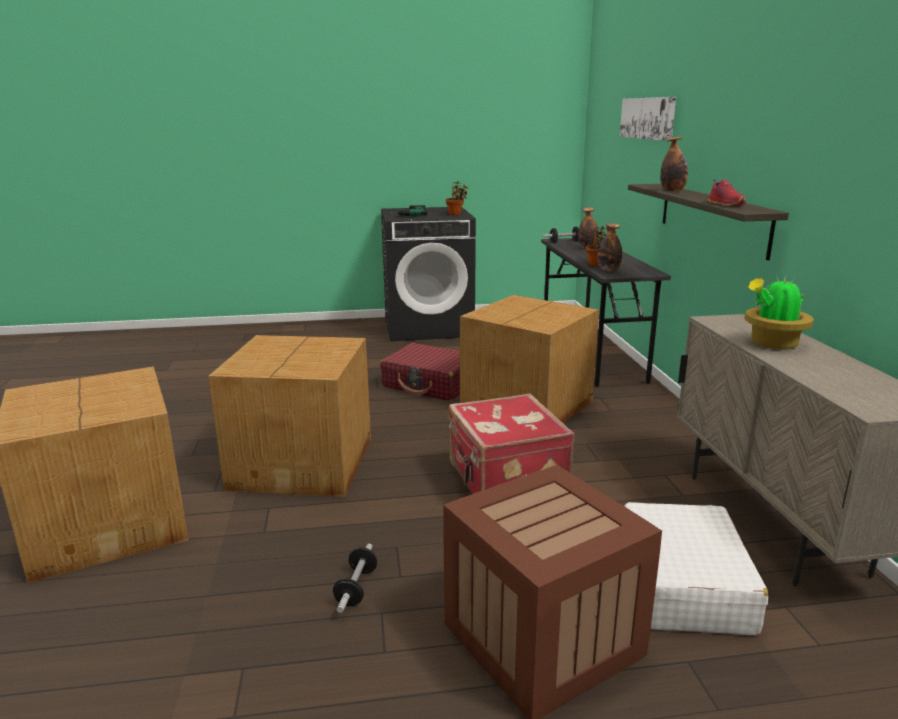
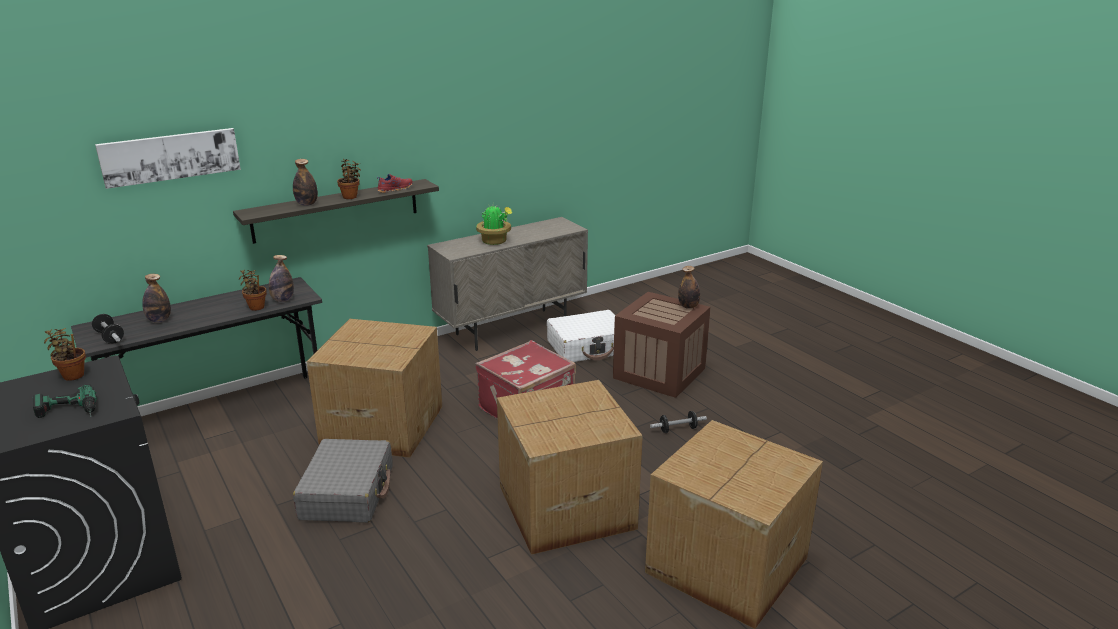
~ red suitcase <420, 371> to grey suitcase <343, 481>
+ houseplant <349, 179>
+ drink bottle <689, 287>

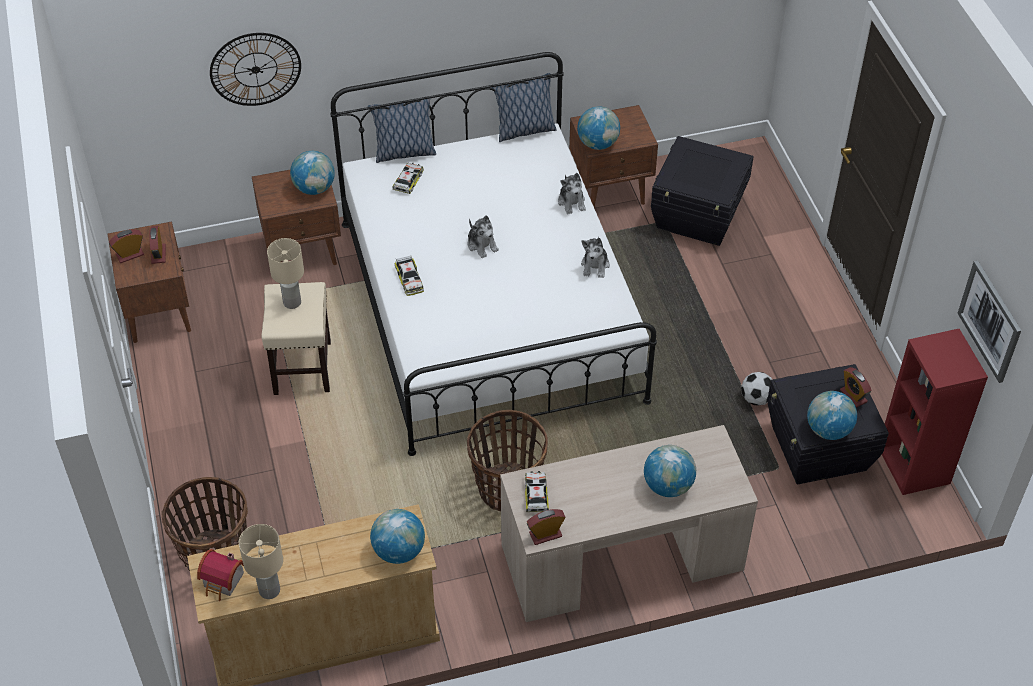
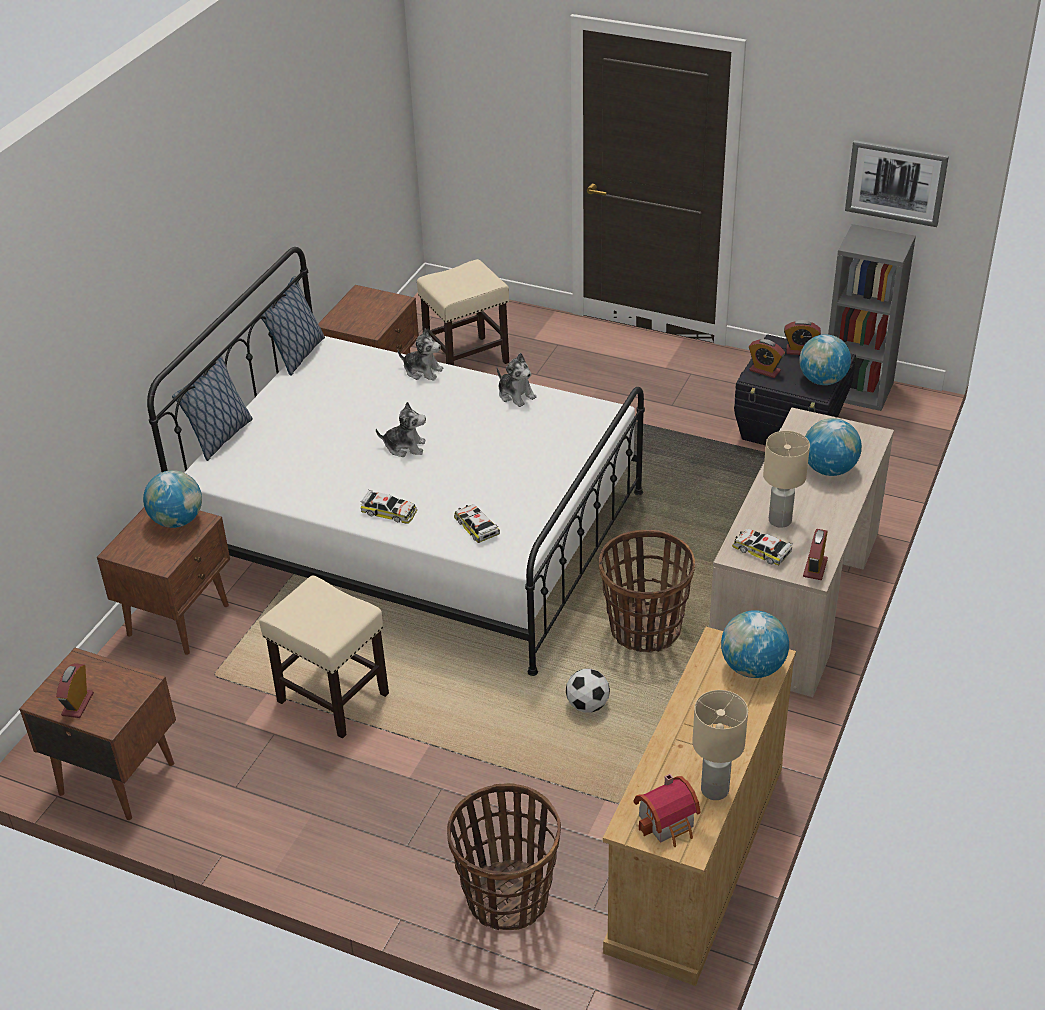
~ table clock <157, 245> to <767, 358>
- clock on the wall <255, 69>
~ sand-coloured lamp for a table <285, 273> to <786, 479>
~ miniature car <408, 178> to <477, 523>
- world globe <598, 128>
~ blackish storage bin <702, 191> to sand-coloured sitting stool <463, 312>
~ football ball <756, 389> to <588, 691>
~ red bookshelf <935, 412> to grey bookshelf <872, 317>

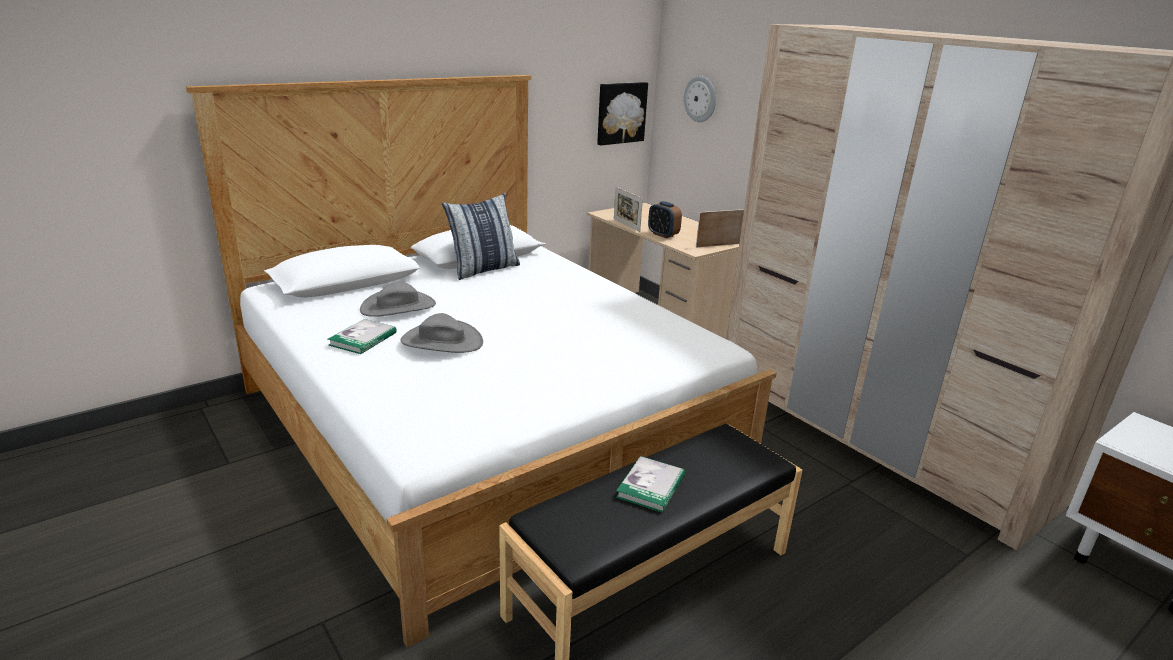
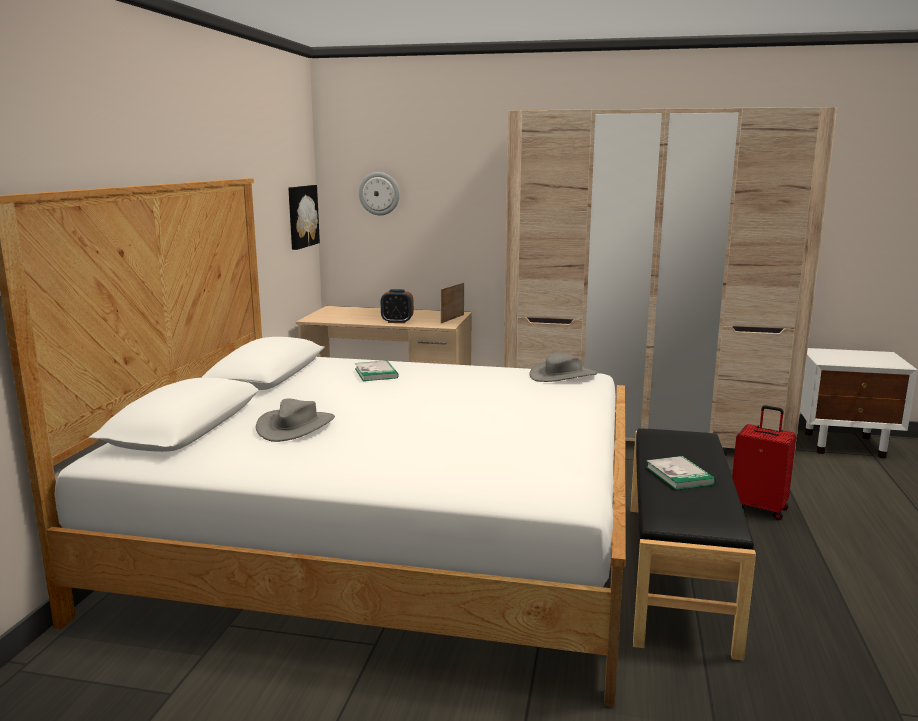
~ volume <362, 336> to <377, 371>
~ grey wearable hat <441, 333> to <563, 367>
- cushion <481, 236>
- picture frame <628, 209>
+ red suitcase <764, 462>

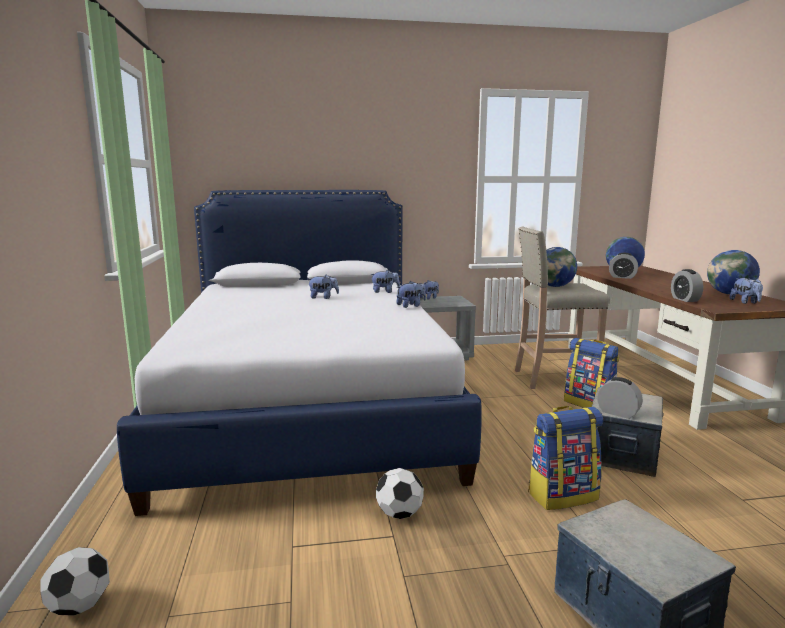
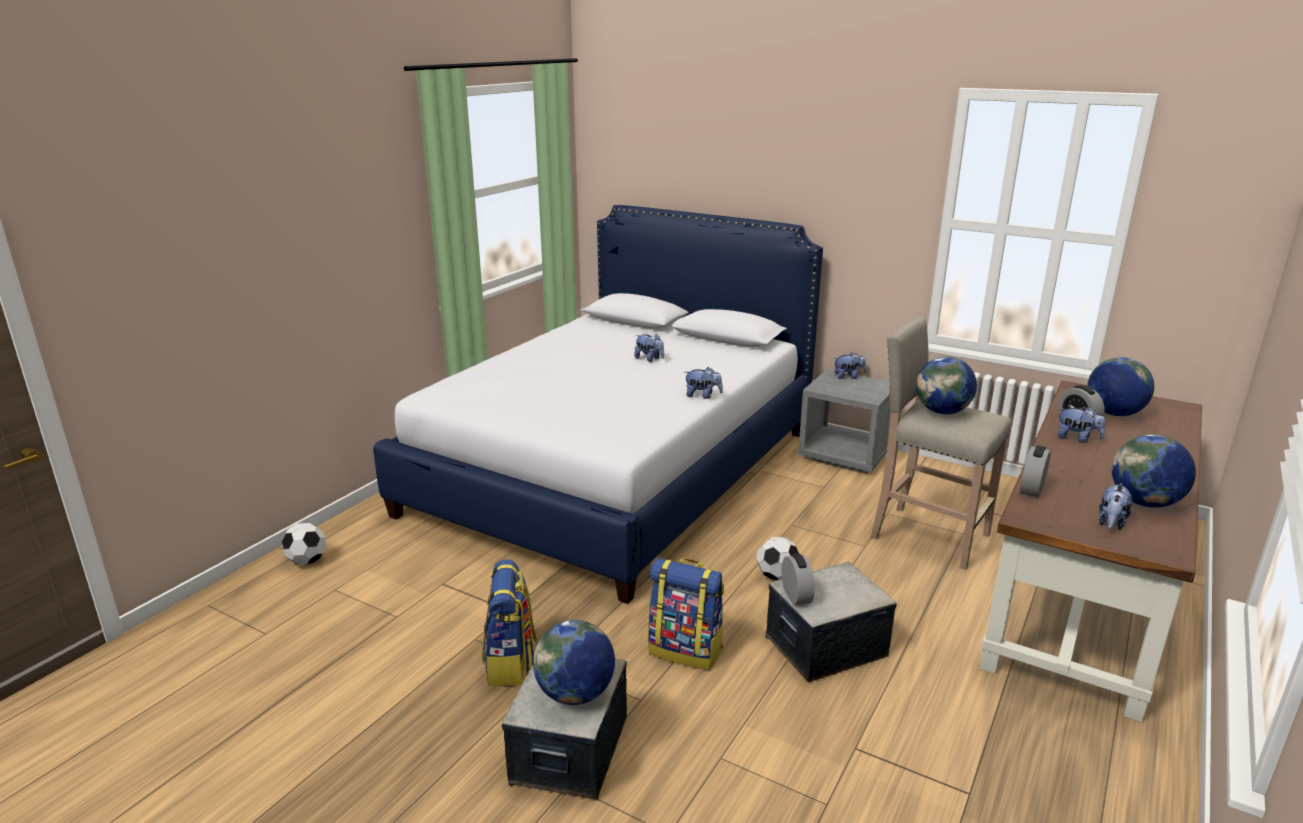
~ soft toy <385, 281> to <1081, 425>
~ football ball <400, 493> to <777, 559>
~ backpack <591, 373> to <509, 622>
+ world globe <574, 662>

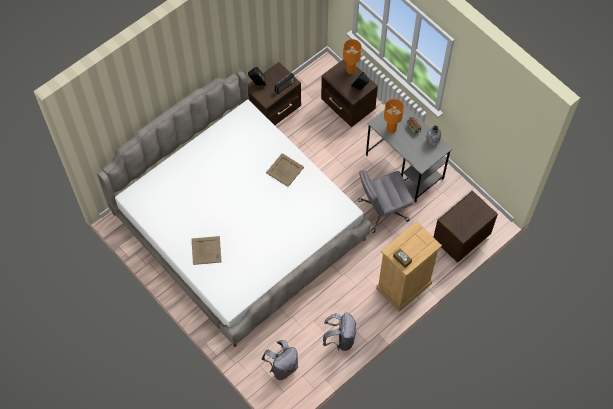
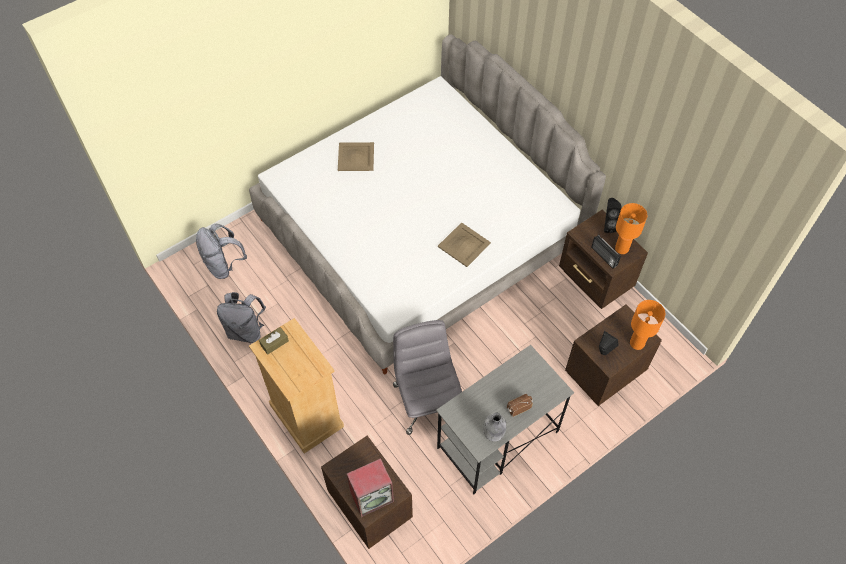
~ orange-coloured lamp for a table <394, 116> to <631, 228>
+ audio speaker <370, 487>

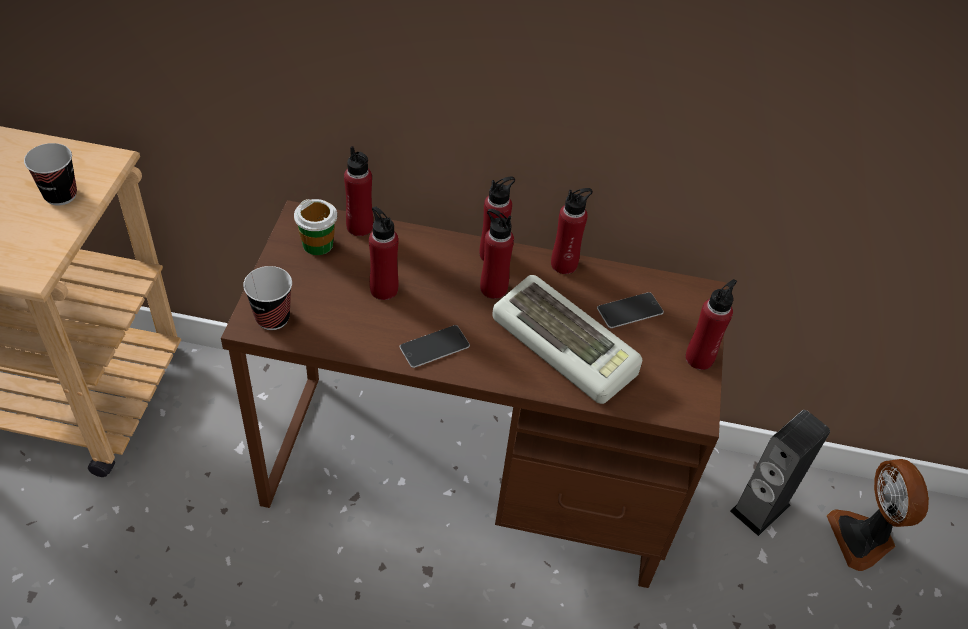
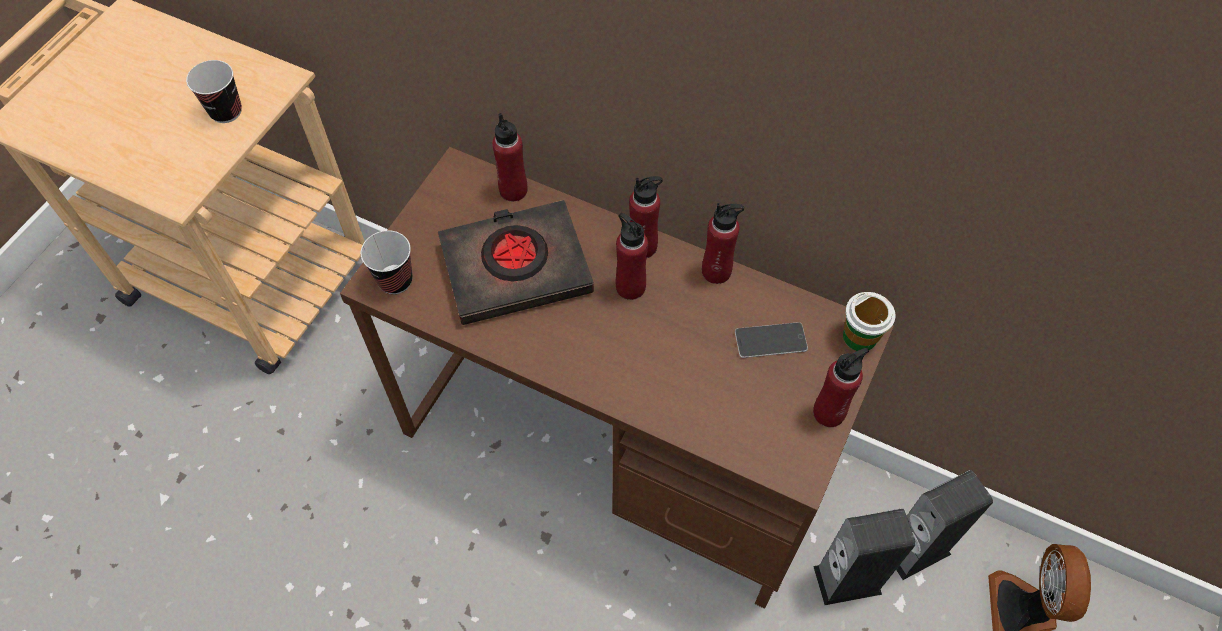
~ drinking cup <315, 227> to <869, 321>
~ red drink bottle <384, 253> to blackish volume <516, 262>
- telephone <435, 346>
- computer keyboard <567, 339>
+ audio speaker <864, 556>

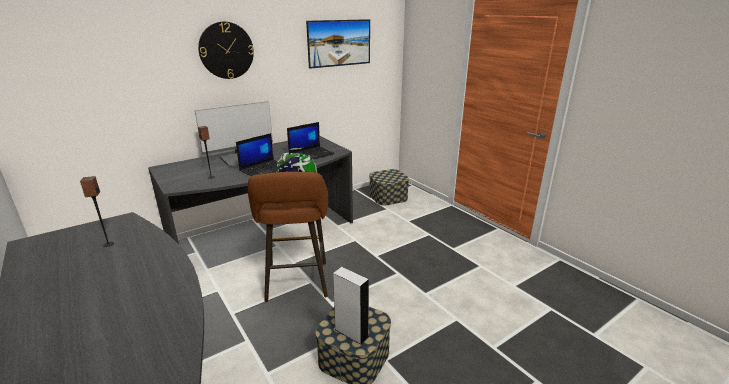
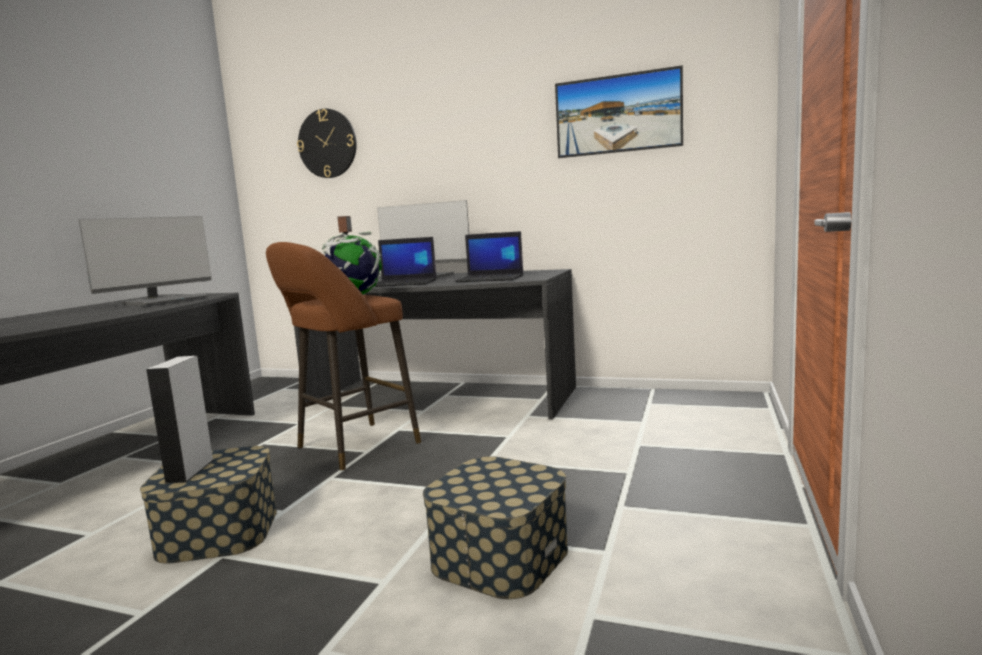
~ audio speaker <97, 211> to computer display <145, 261>
~ clock on the wall <226, 50> to <327, 143>
~ storage bin <389, 187> to <495, 527>

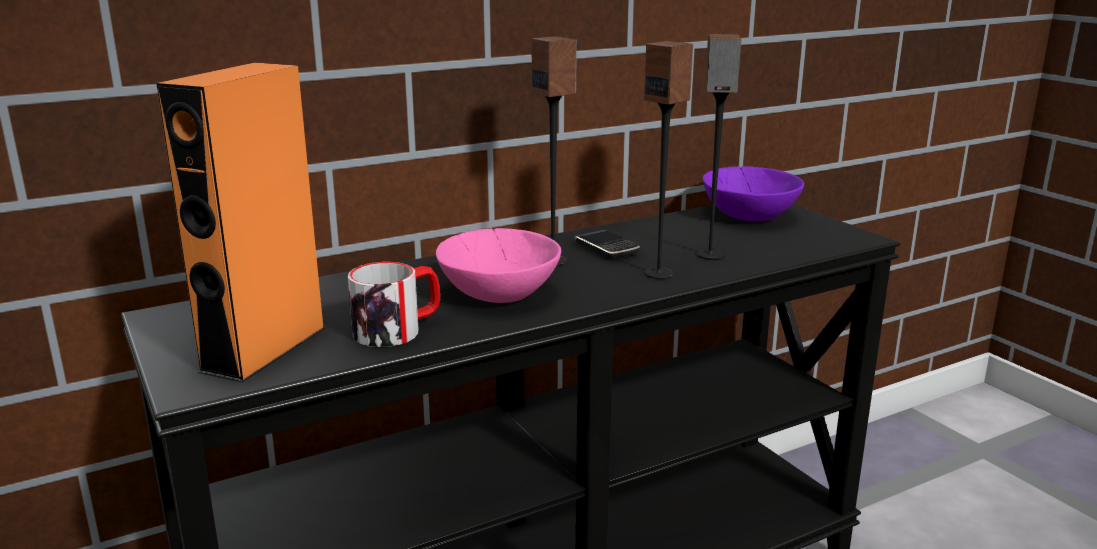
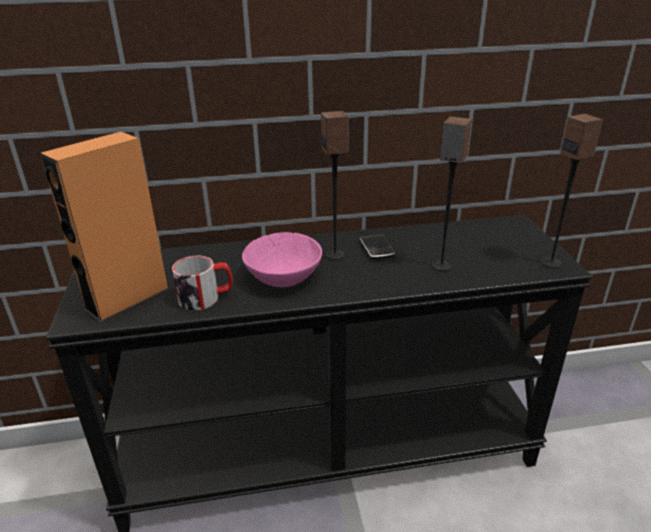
~ audio speaker <668, 160> to <572, 191>
- purple-coloured serving bowl <753, 194>

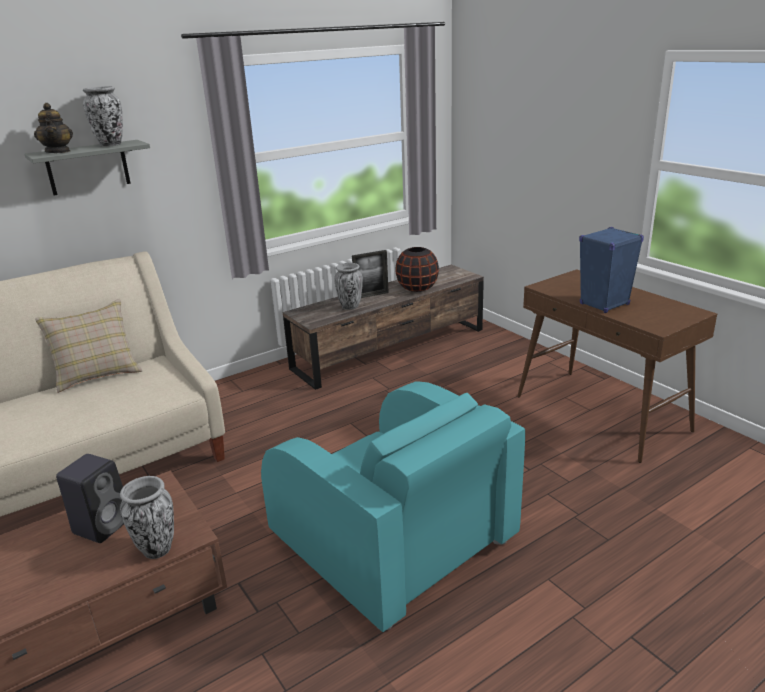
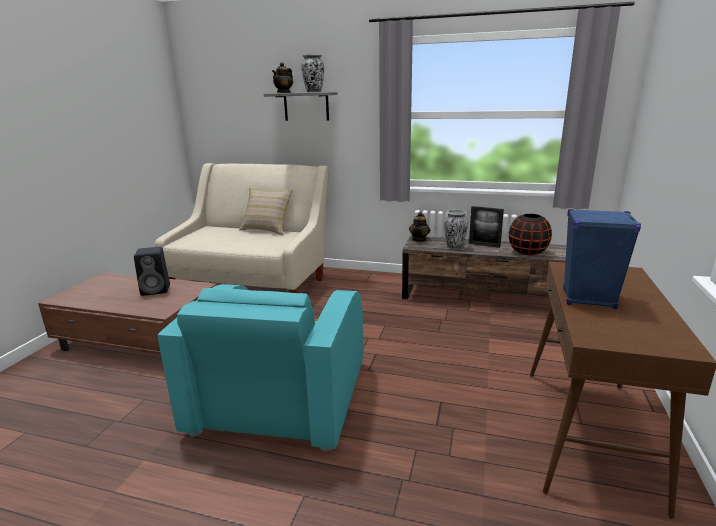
- flower vase <147, 517>
+ teapot <419, 227>

